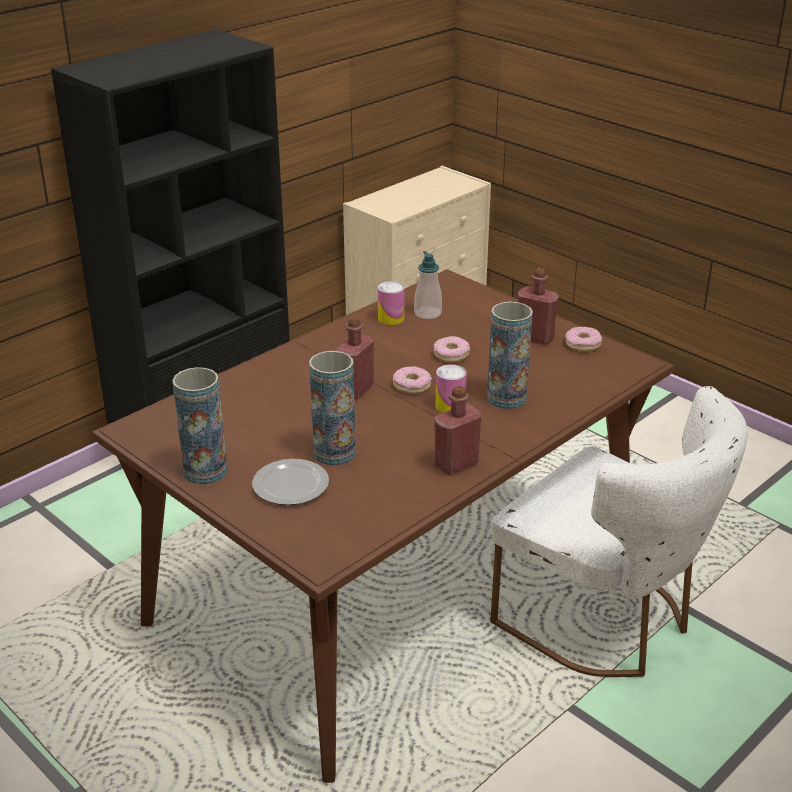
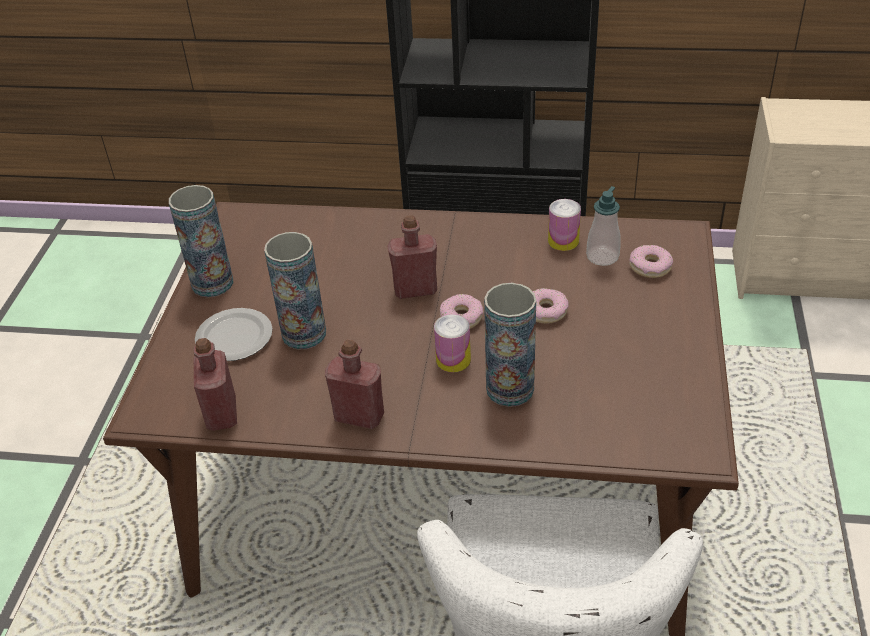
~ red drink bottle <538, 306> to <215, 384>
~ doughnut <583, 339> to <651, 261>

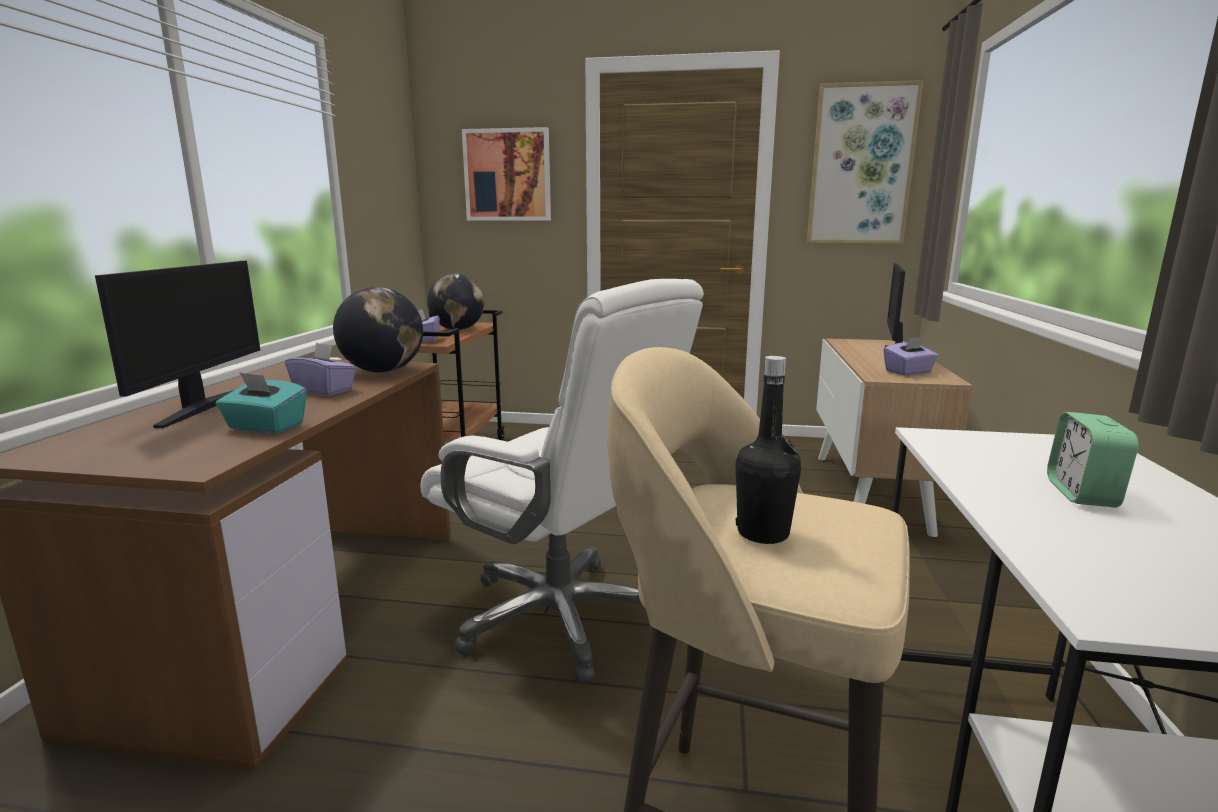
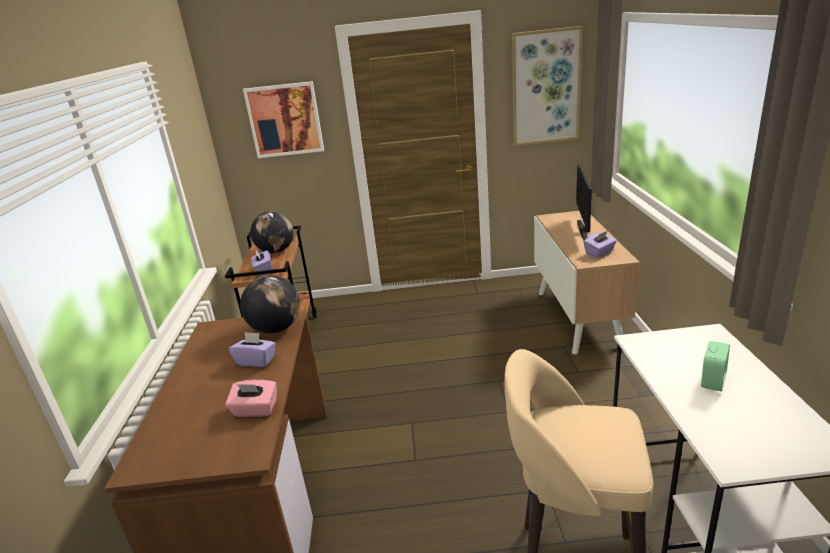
- computer display <177, 344>
~ turquoise tissue box <261, 403> to pink tissue box <251, 398>
- white desk chair <562, 482>
- blackish drink bottle <768, 450>
~ table clock <1093, 460> = <715, 366> 150 degrees counterclockwise

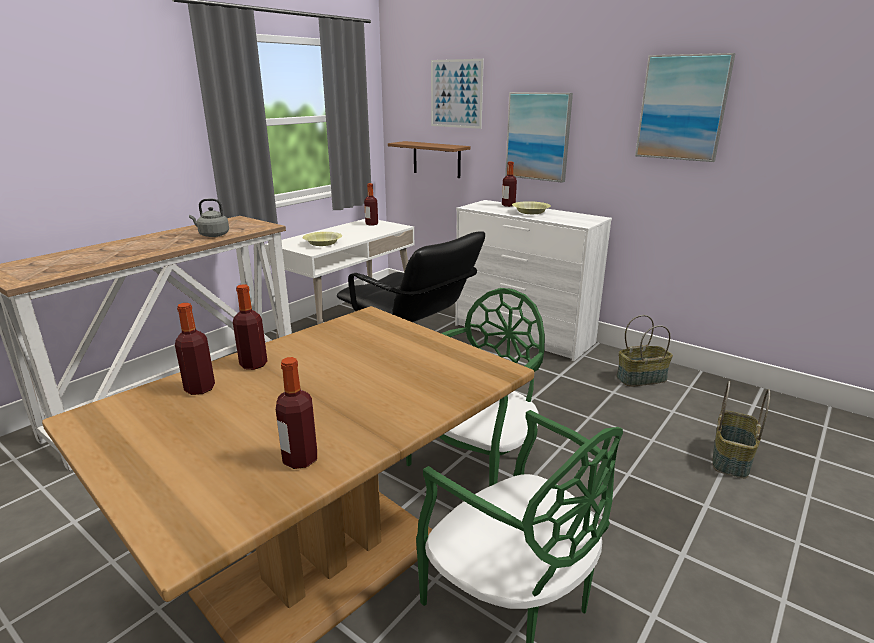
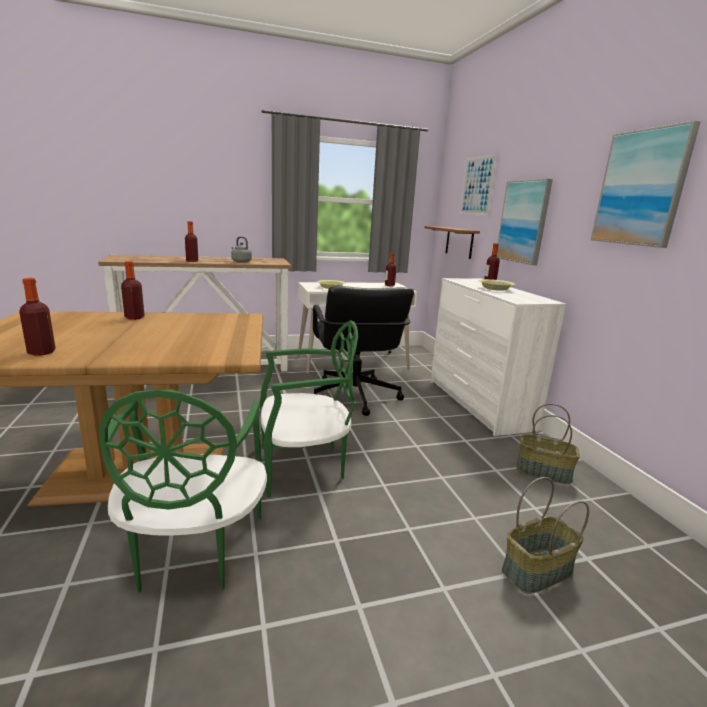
~ drink bottle <195, 349> to <191, 241>

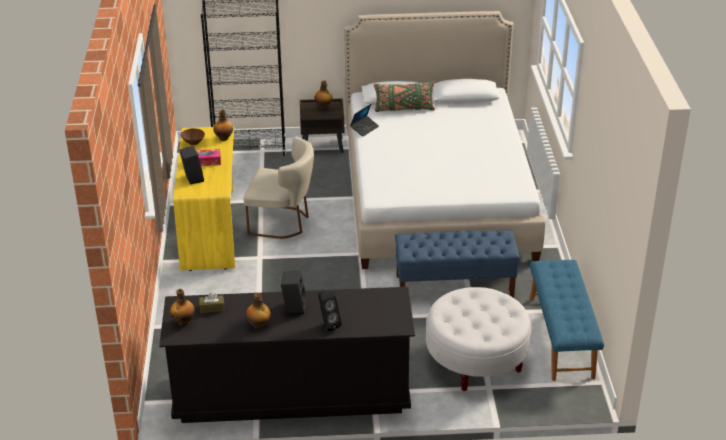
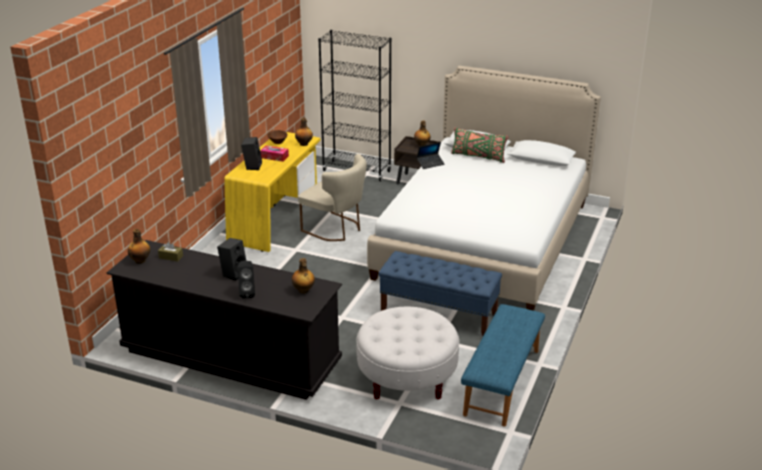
~ drink bottle <258, 311> to <303, 276>

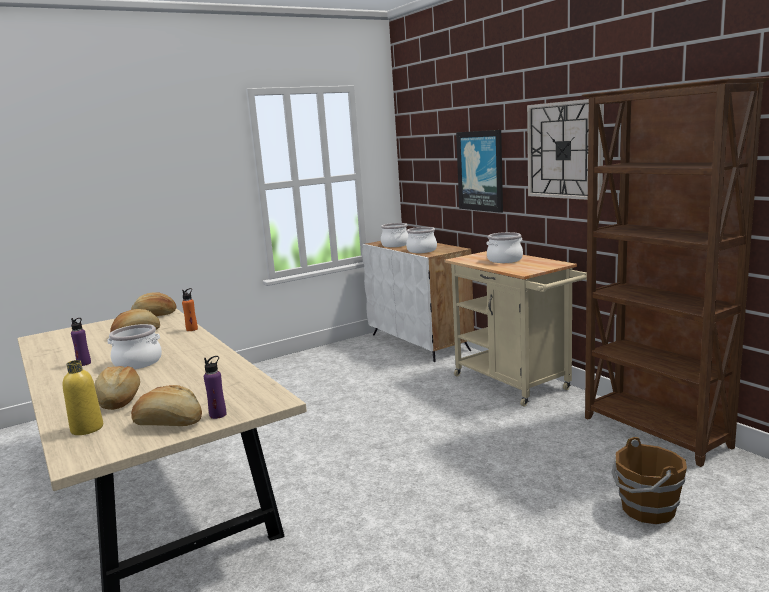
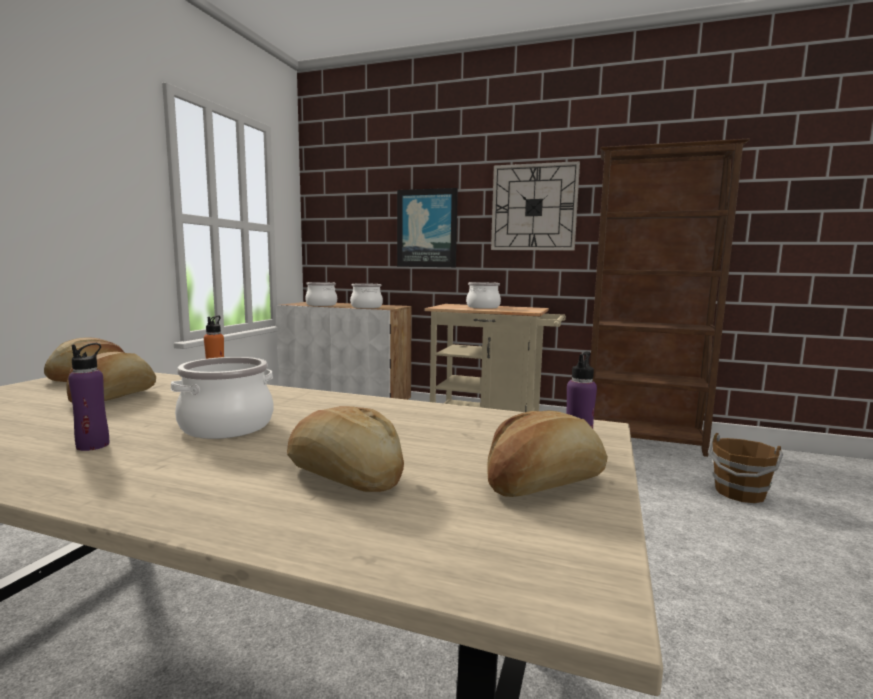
- yellowish drink bottle <83, 397>

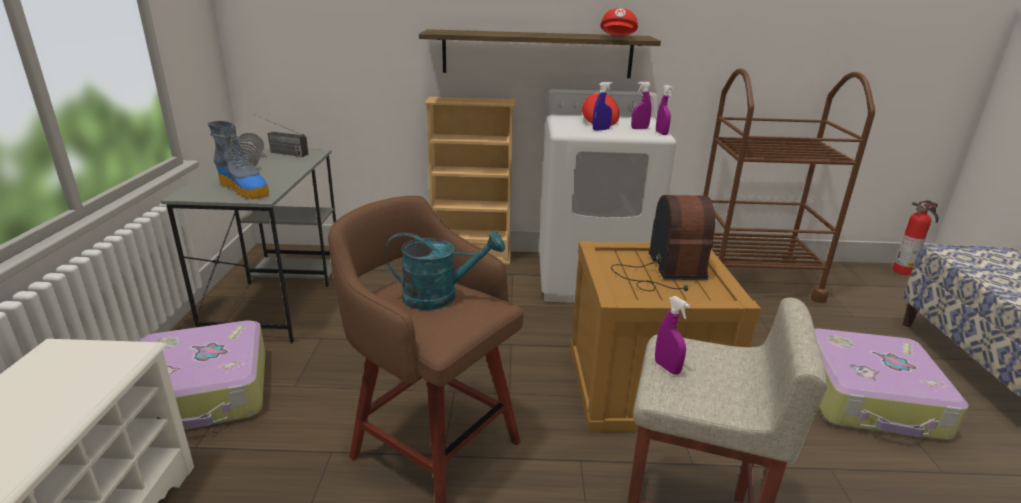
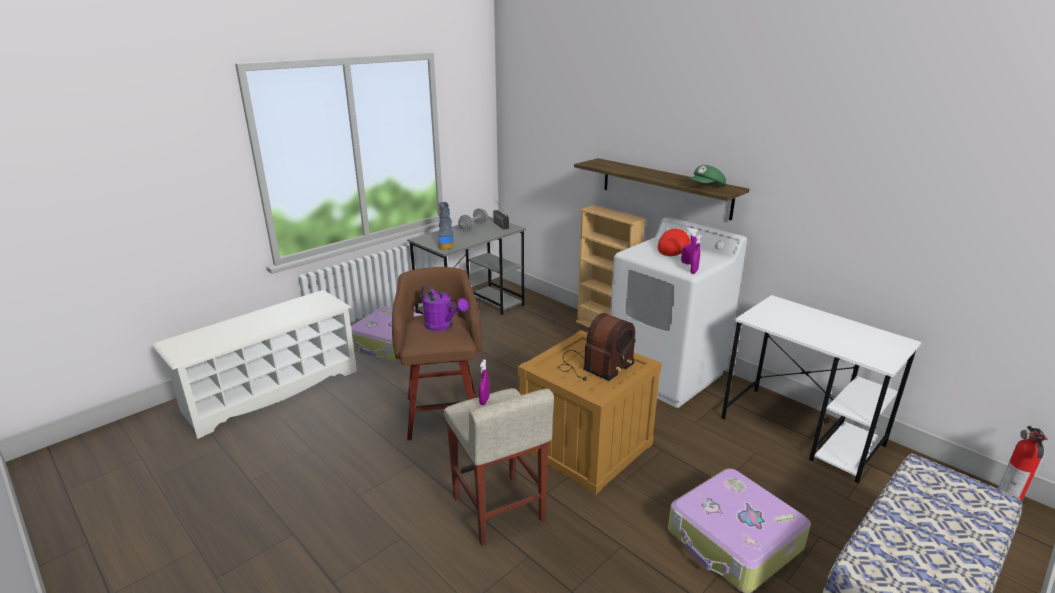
~ turquoise sprinkling can <445, 270> to purple-coloured sprinkling can <444, 308>
- blue-coloured spray bottle <603, 106>
~ red peaked cap <619, 22> to green peaked cap <707, 175>
~ brown-coloured wheeled cart <789, 185> to white desk table <821, 389>

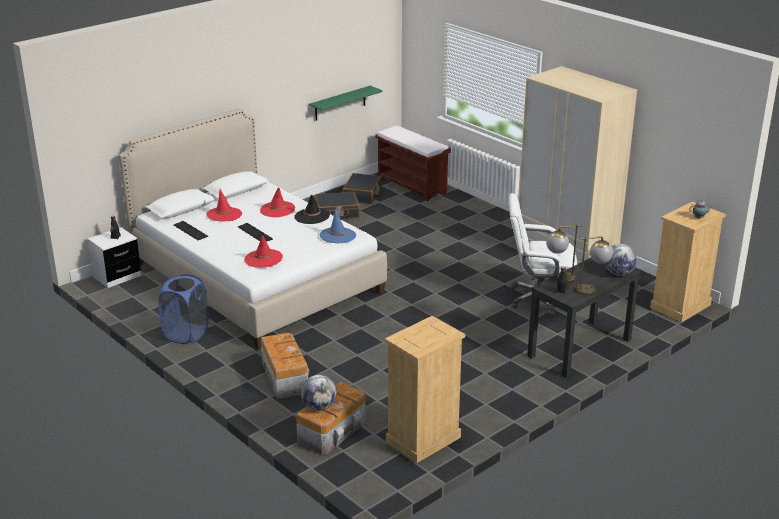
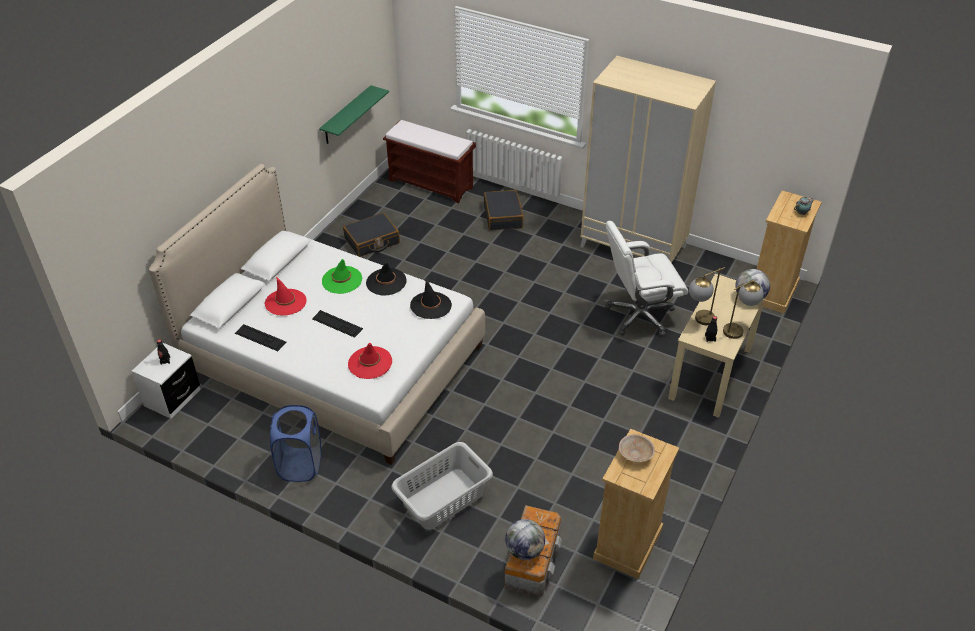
~ red wearable hat <277, 202> to green wearable hat <342, 276>
~ storage bin <284, 366> to grey washing basket <442, 486>
~ blue-coloured wearable hat <338, 226> to blackish wearable hat <431, 299>
~ blackish suitcase <362, 188> to <504, 210>
~ blackish desk table <584, 318> to sand-coloured desk table <716, 346>
+ sand-coloured serving bowl <636, 448>

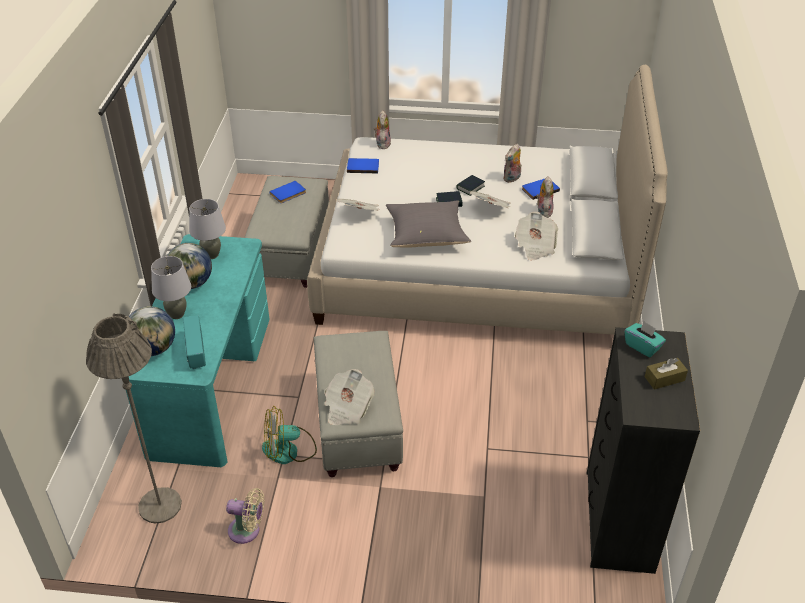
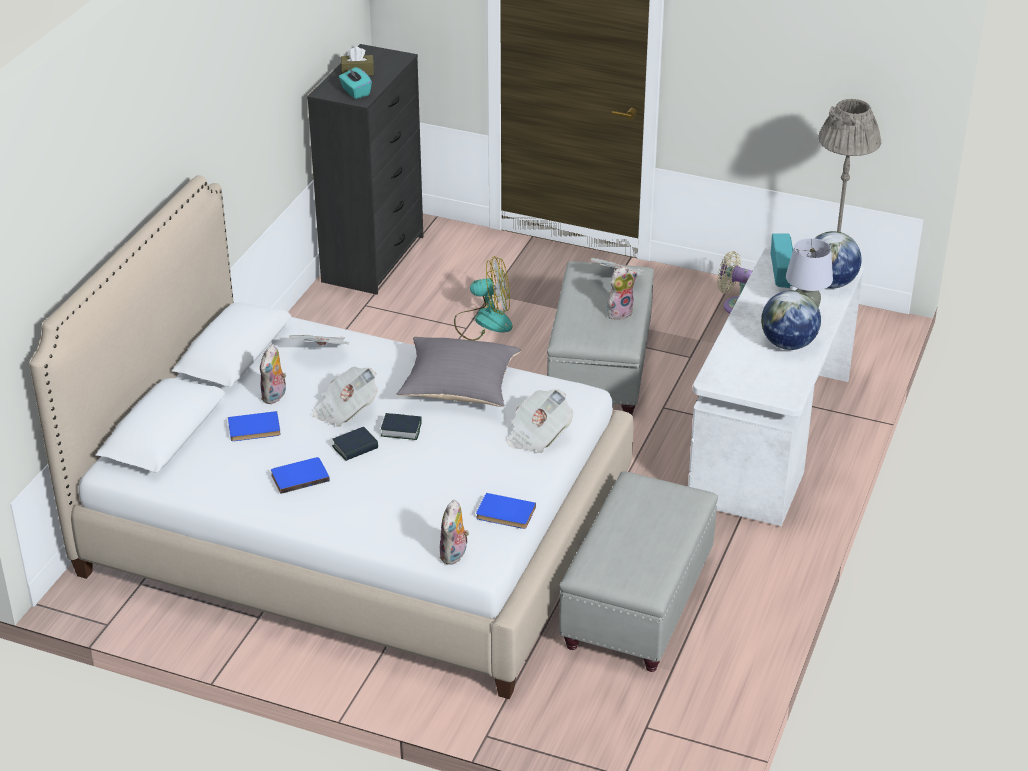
~ turquoise desk table <198, 350> to white desk table <776, 386>
- grey lamp for a table <207, 229>
~ cooling fan <289, 435> to <483, 298>
~ blue-coloured volume <288, 192> to <300, 475>
~ soft toy <513, 163> to <622, 293>

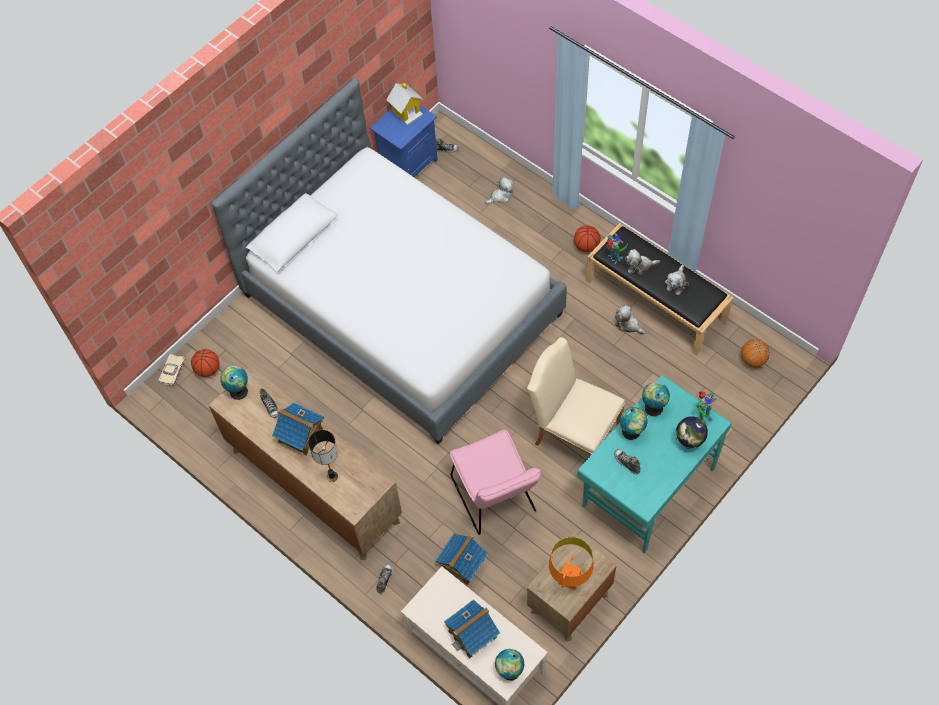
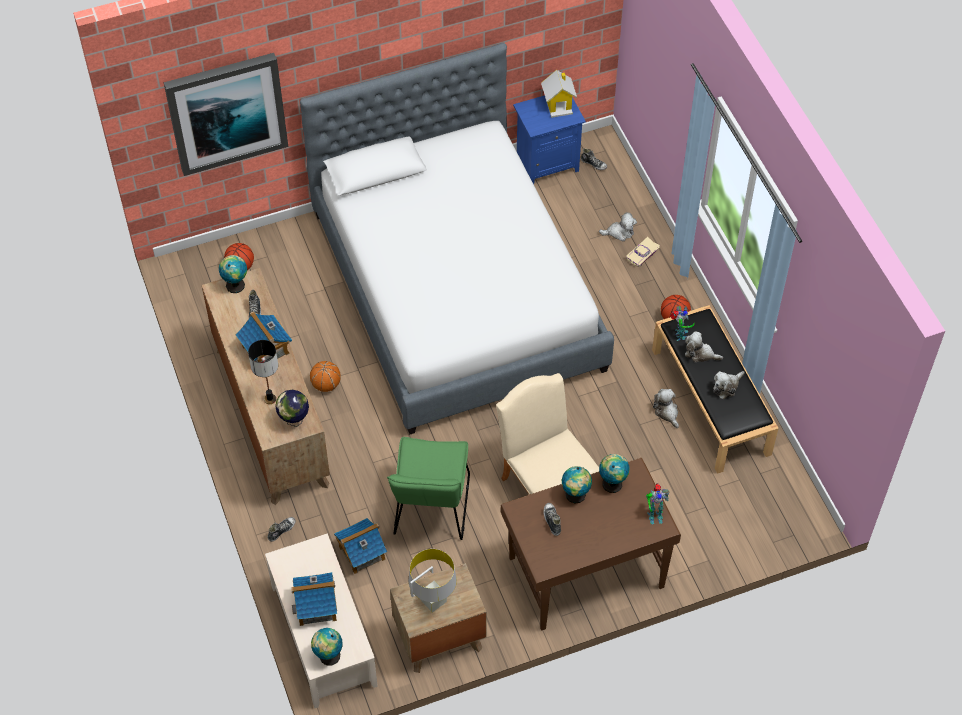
~ sand-coloured miniature car <171, 370> to <643, 252>
~ pink upright chair <495, 482> to green upright chair <428, 488>
~ orange-coloured lamp for a table <571, 563> to grey lamp for a table <433, 581>
~ turquoise desk table <654, 464> to brown-coloured desk table <591, 544>
~ world globe <692, 432> to <292, 408>
~ basketball ball <755, 353> to <325, 376>
+ wall art <226, 114>

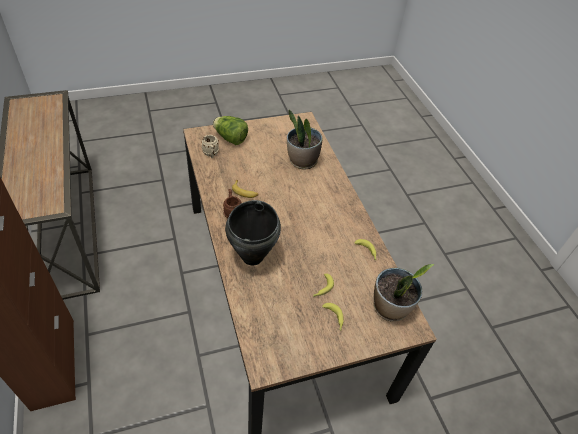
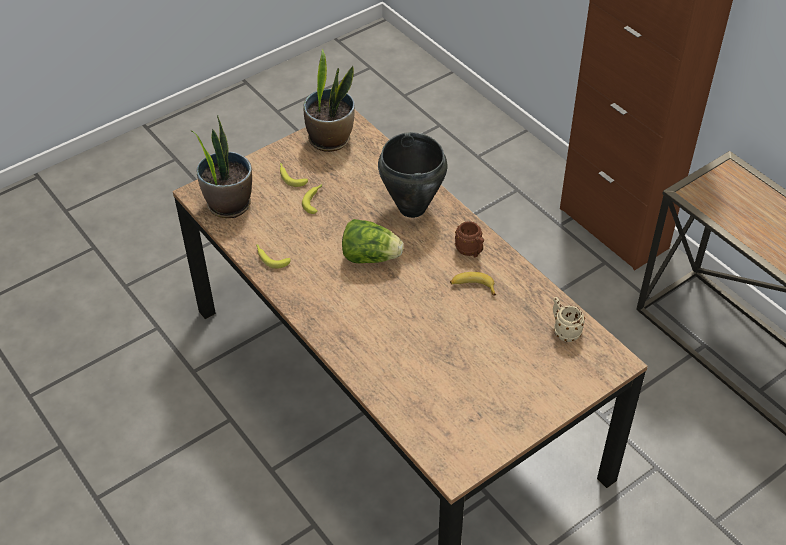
~ lettuce <230, 130> to <372, 241>
~ houseplant <305, 139> to <329, 100>

